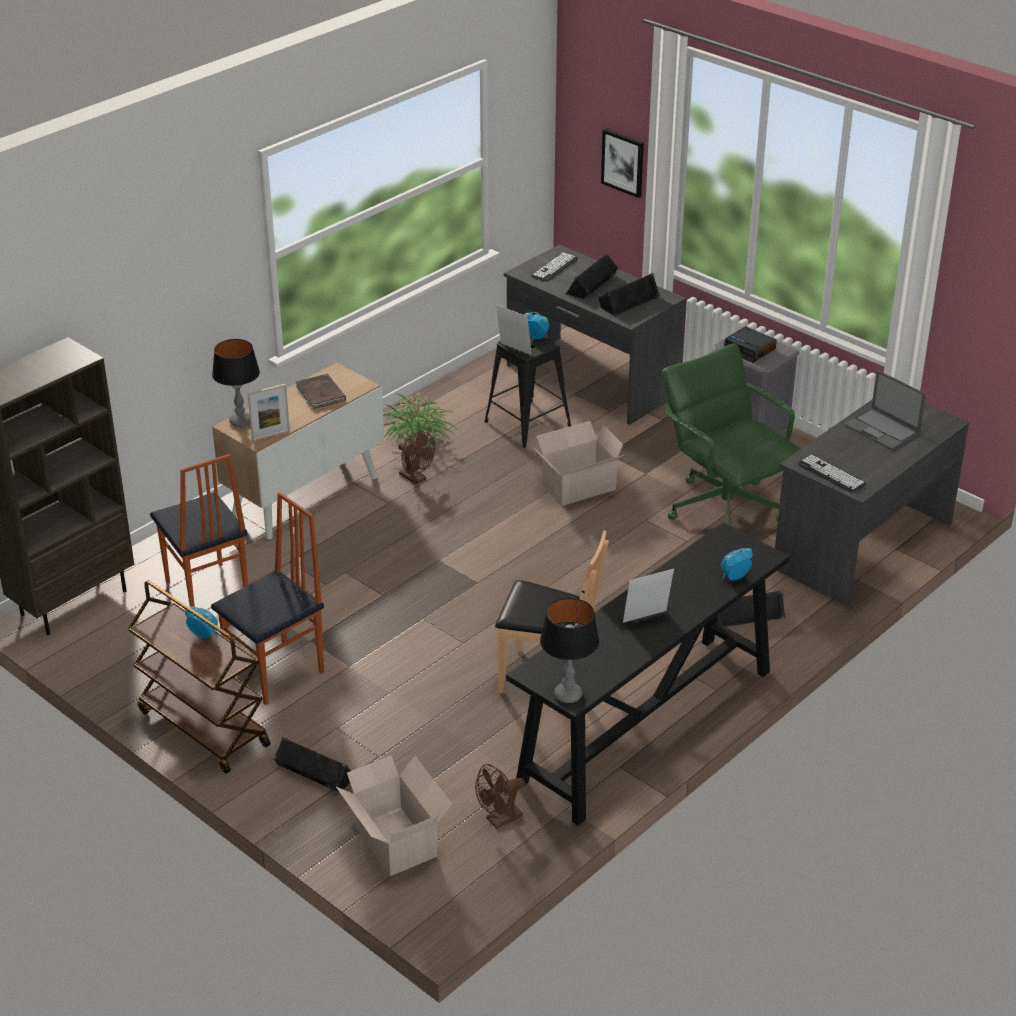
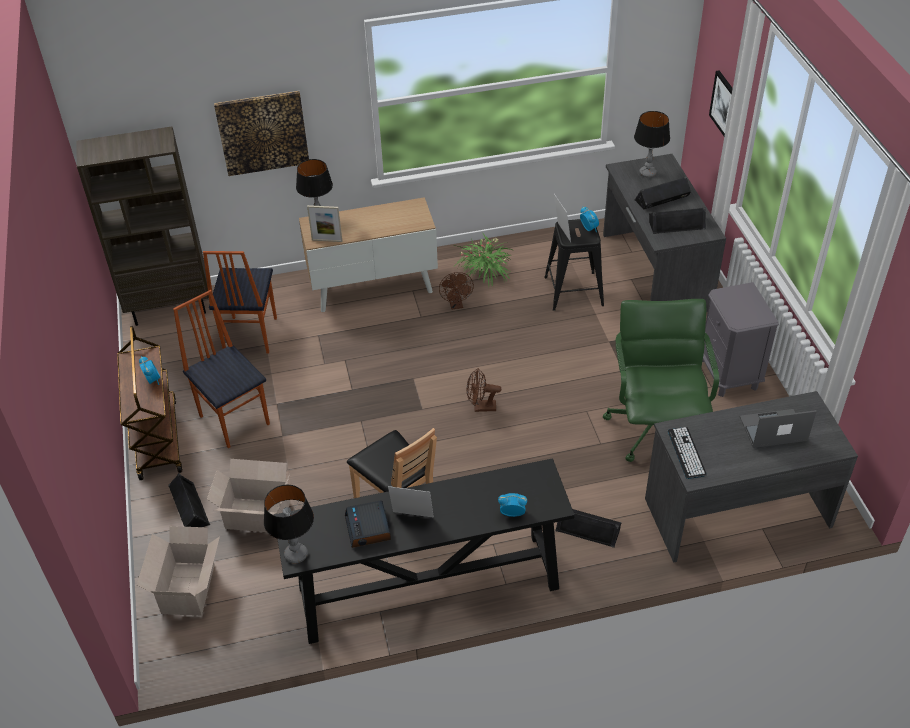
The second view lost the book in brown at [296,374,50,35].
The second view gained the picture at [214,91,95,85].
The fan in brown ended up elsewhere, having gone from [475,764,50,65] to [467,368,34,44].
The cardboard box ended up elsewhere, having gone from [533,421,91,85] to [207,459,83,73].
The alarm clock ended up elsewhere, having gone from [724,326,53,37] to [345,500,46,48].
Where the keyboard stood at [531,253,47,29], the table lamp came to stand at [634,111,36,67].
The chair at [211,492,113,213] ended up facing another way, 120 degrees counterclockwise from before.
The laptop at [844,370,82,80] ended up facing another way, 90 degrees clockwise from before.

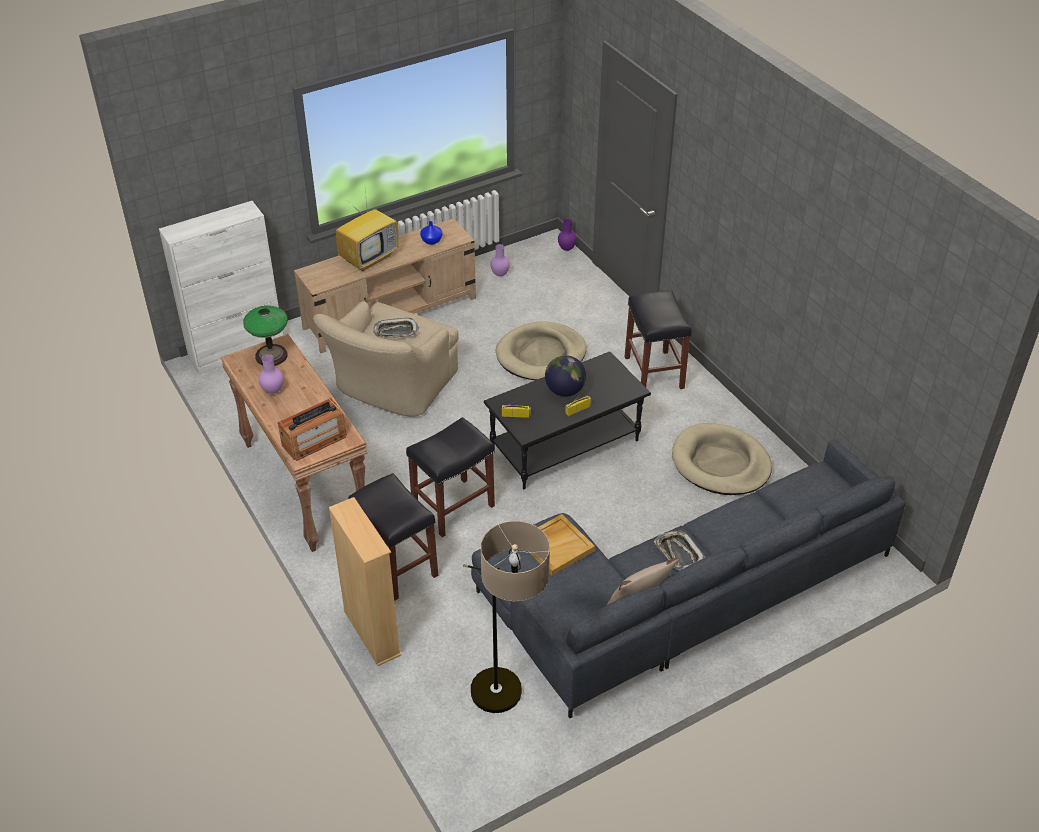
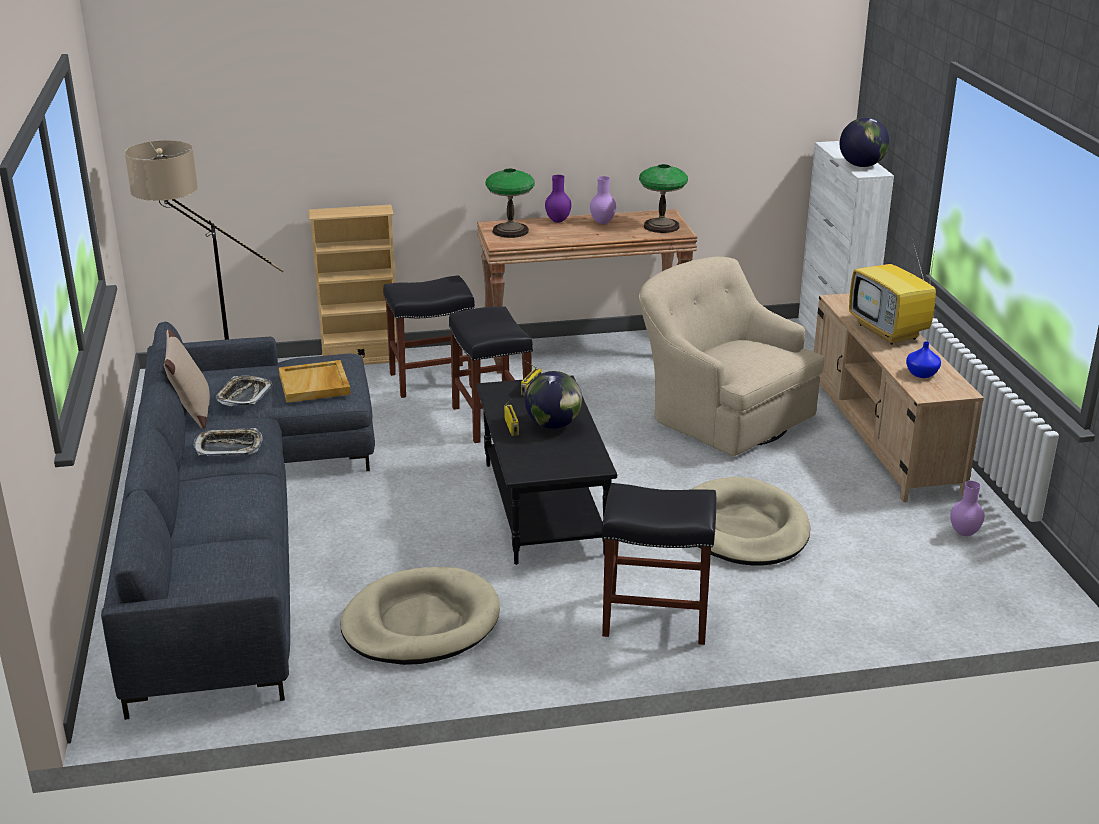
The second view gained the globe at [840,118,49,49].
The tray ended up elsewhere, having gone from [373,318,46,21] to [216,376,57,30].
The vase in purple ended up elsewhere, having gone from [558,219,19,32] to [545,175,26,48].
Where the radio stood at [278,398,69,63], the table lamp came to stand at [485,169,50,69].

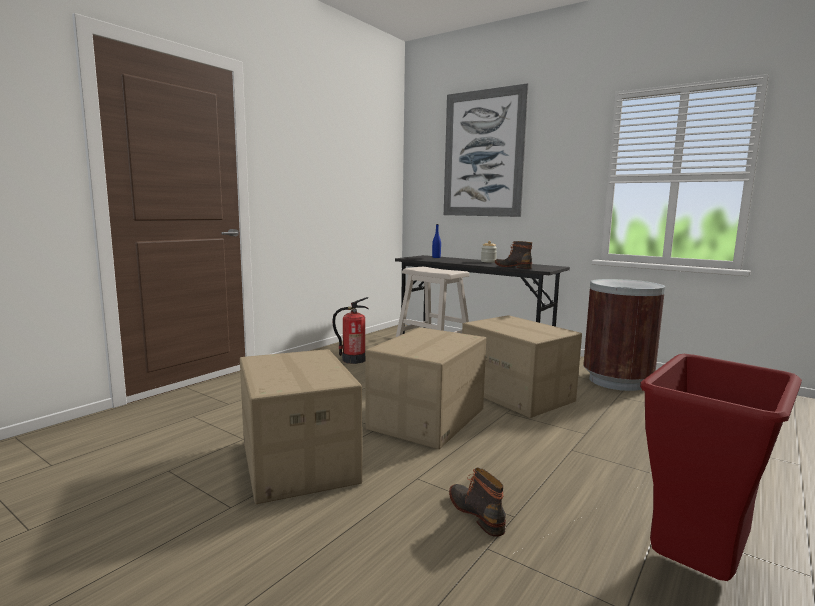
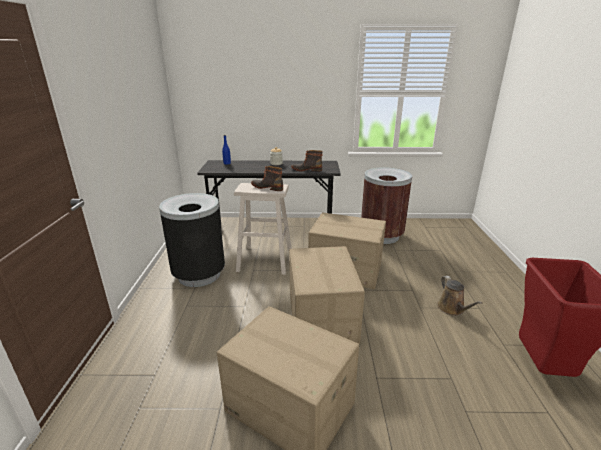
The second view lost the picture at [444,83,85,134].
The second view gained the watering can in brown at [437,276,45,40].
The boot ended up elsewhere, having gone from [449,467,57,70] to [251,166,32,25].
Where the fire extinguisher stood at [332,297,37,67], the trash can in black came to stand at [159,193,66,94].

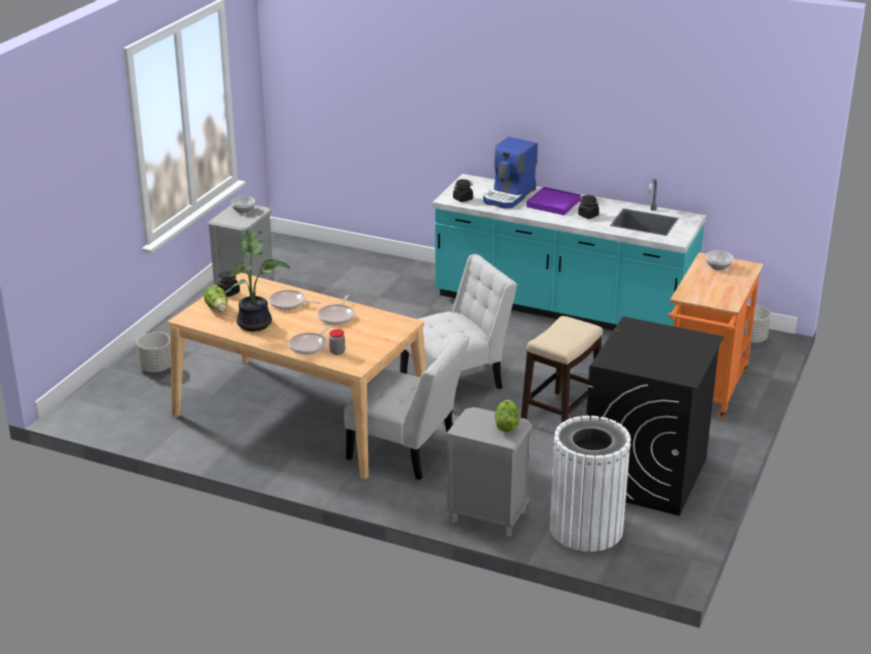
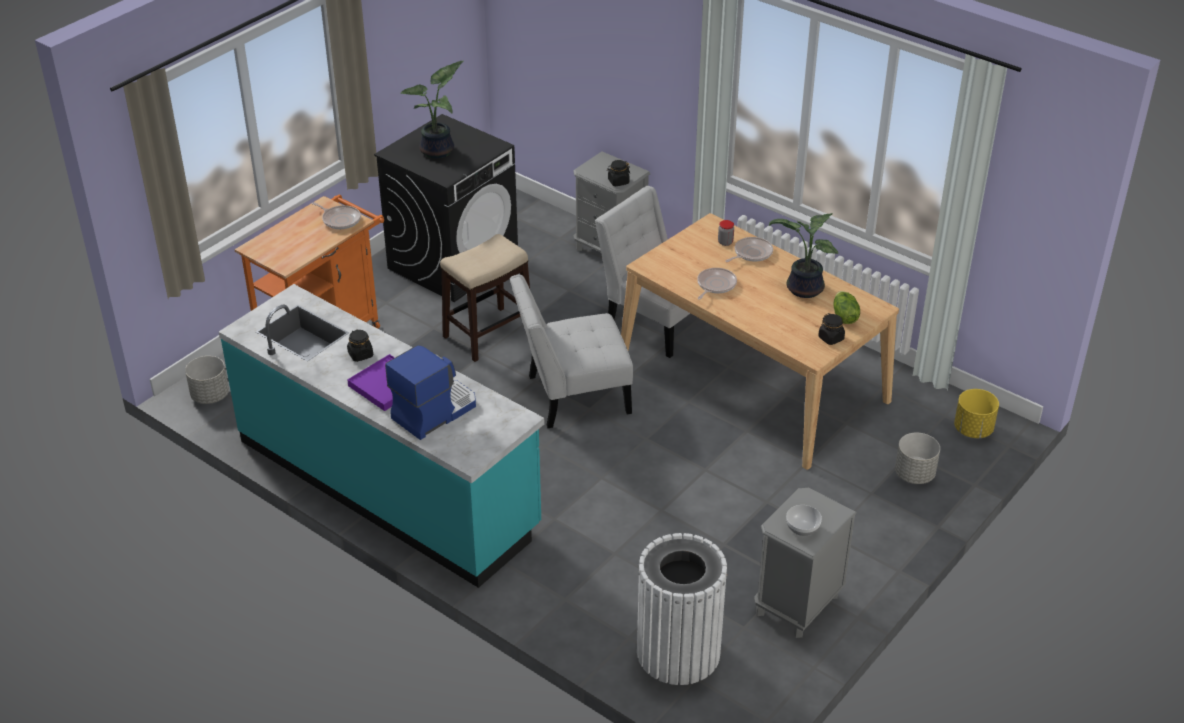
The second view lost the lettuce at [495,400,24,32].
The second view lost the bowl at [706,250,27,20].
The second view gained the potted plant at [400,61,64,97].
The second view gained the planter in yellow at [954,389,45,49].
The frying pan ended up elsewhere, having gone from [269,290,52,20] to [312,202,49,27].
The jar in black ended up elsewhere, having gone from [453,179,20,23] to [607,160,23,26].
The trash can in white ended up elsewhere, having gone from [550,415,81,137] to [637,533,90,152].

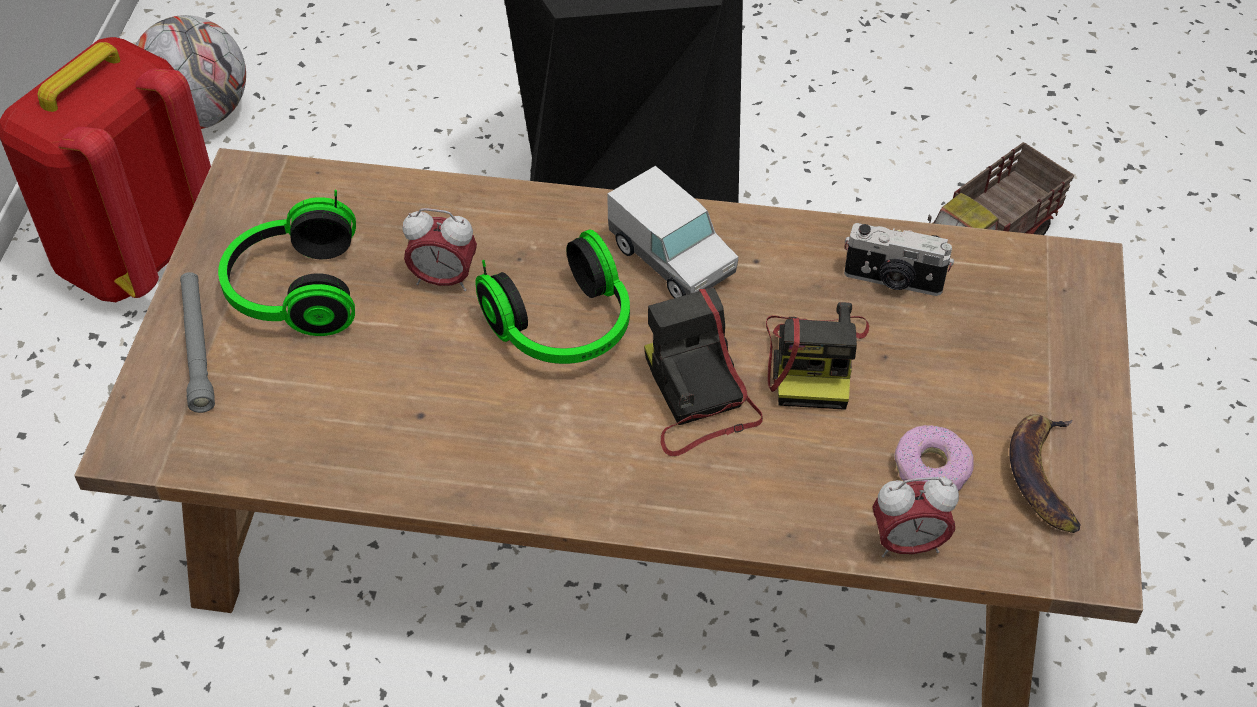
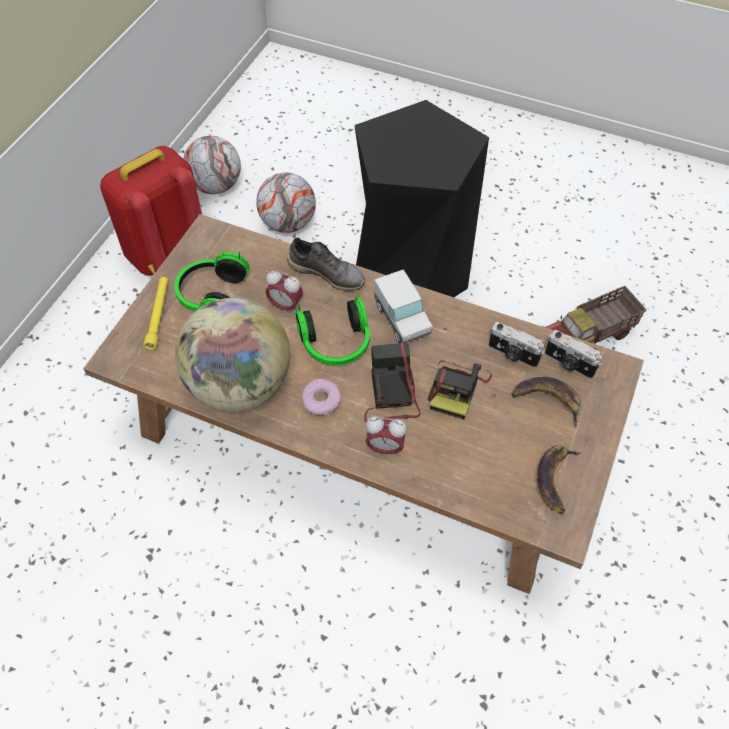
The second view gained the globe at [175,298,115,114].
The second view gained the football at [256,173,60,60].
The second view gained the shoe in grey at [287,238,78,53].
The second view gained the banana at [512,377,69,50].
The second view gained the photo camera at [545,330,57,49].
The alarm clock ended up elsewhere, having gone from [873,477,86,81] to [365,416,42,40].
The donut ended up elsewhere, having gone from [894,425,80,66] to [302,379,39,37].
What was the flashlight in grey at [180,272,35,141] turned into the flashlight in yellow at [143,277,25,73].

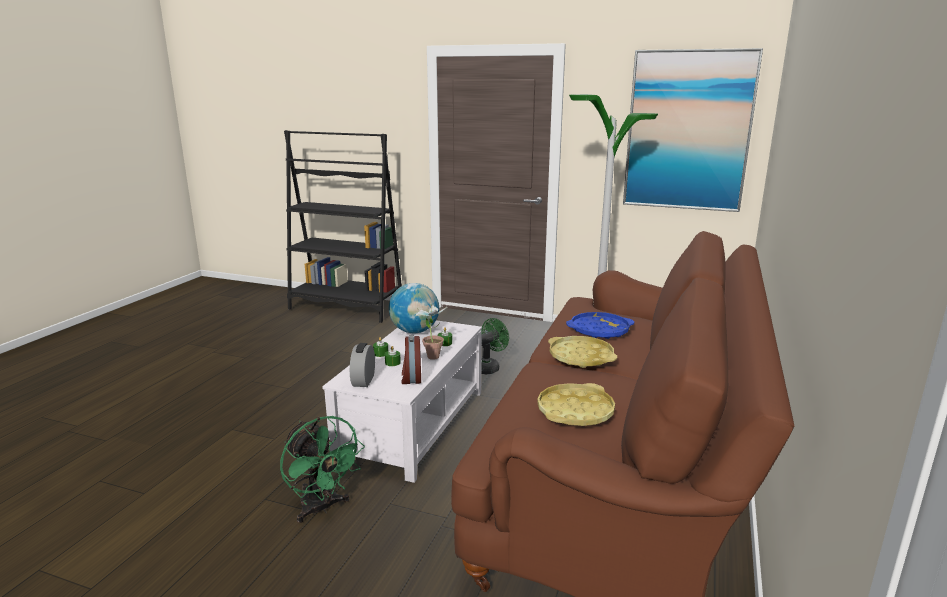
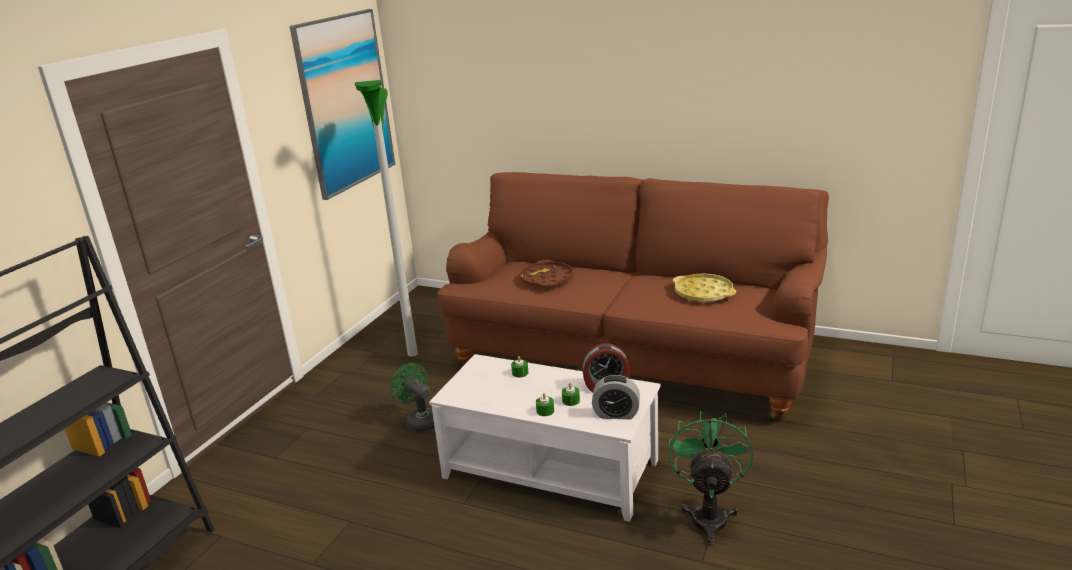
The second view lost the globe at [389,283,50,50].
The second view lost the potted plant at [415,304,33,56].
The second view lost the tray in yellow at [548,336,69,32].
What was the tray in blue at [566,312,68,27] turned into the tray in brown at [520,260,54,27].
The fan in green at [280,416,85,107] ended up facing another way, 45 degrees counterclockwise from before.

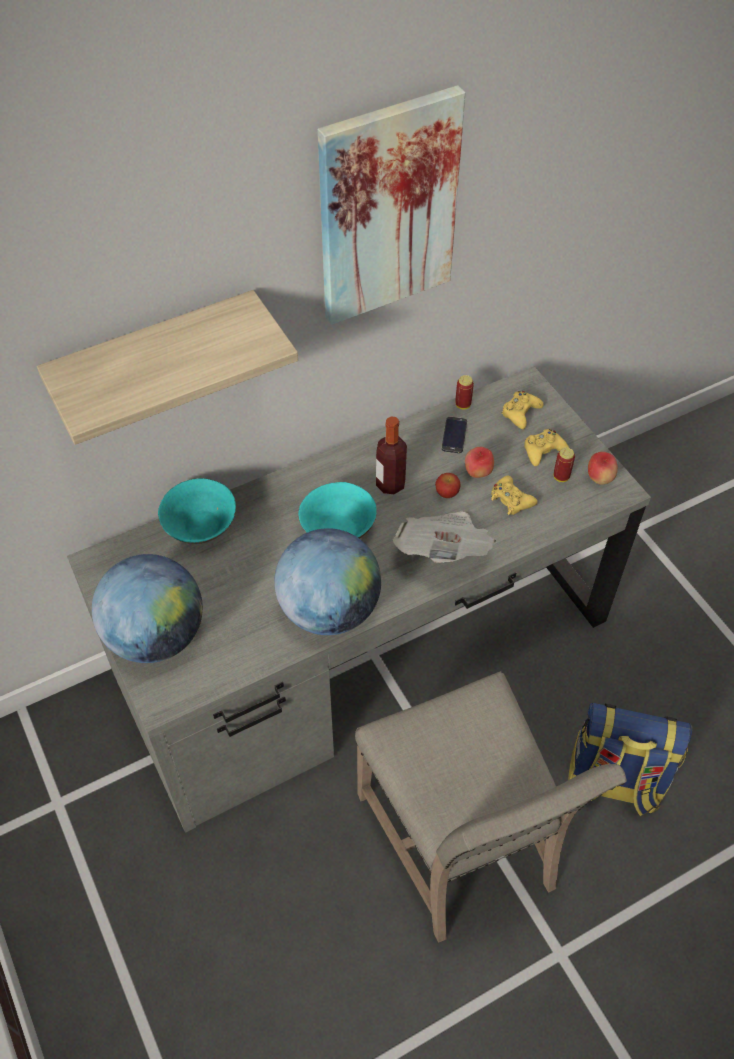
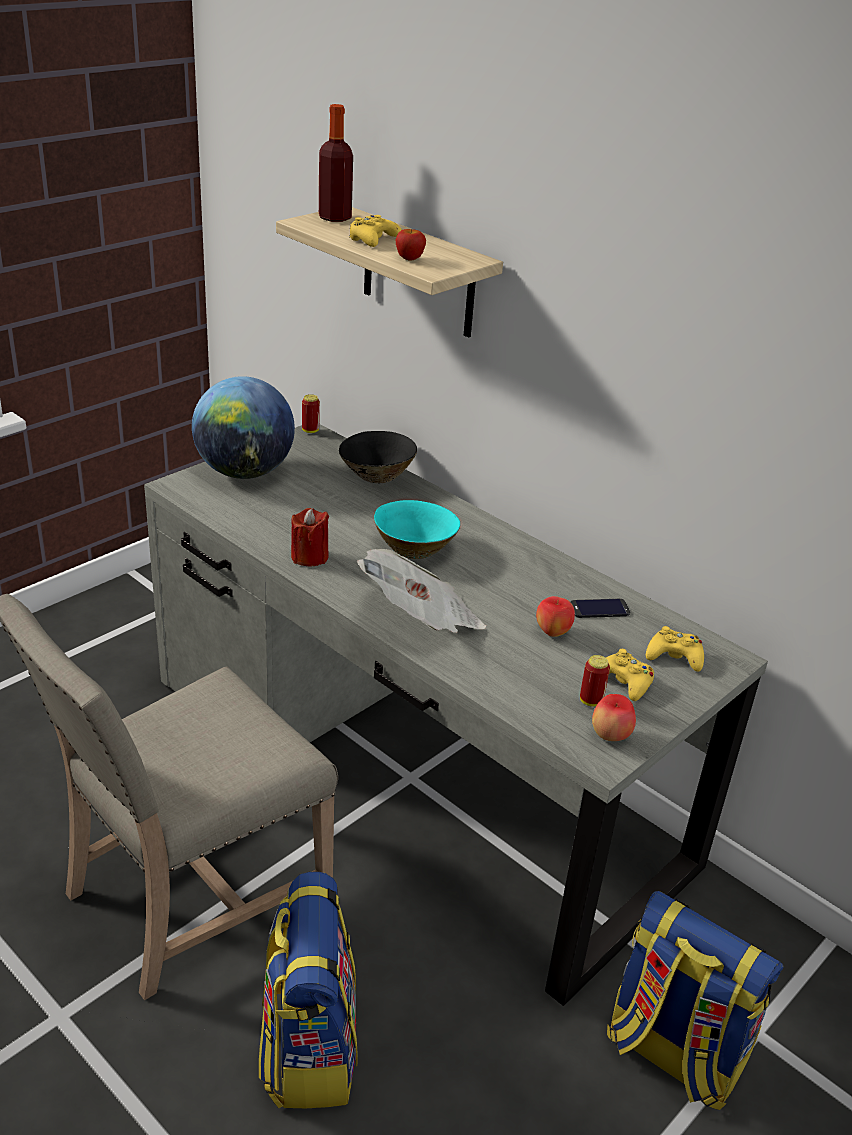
The second view lost the picture at [318,85,148,240].
The second view gained the backpack at [607,891,177,219].
The bottle ended up elsewhere, having gone from [376,417,31,77] to [319,104,34,118].
The apple ended up elsewhere, having gone from [435,473,26,25] to [396,229,30,32].
The can ended up elsewhere, having gone from [455,375,19,34] to [302,394,18,39].
The game controller in yellow ended up elsewhere, having gone from [491,475,47,40] to [349,215,53,32].
Where the globe stood at [274,528,107,107], the candle in red came to stand at [291,508,38,59].
What was the bowl in turquoise at [158,478,78,66] turned into the bowl in black at [339,431,78,52].

